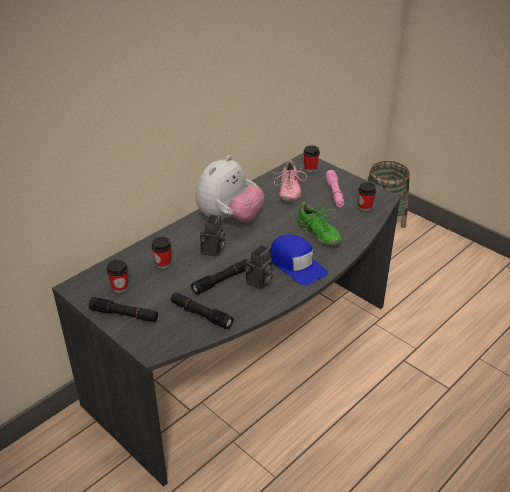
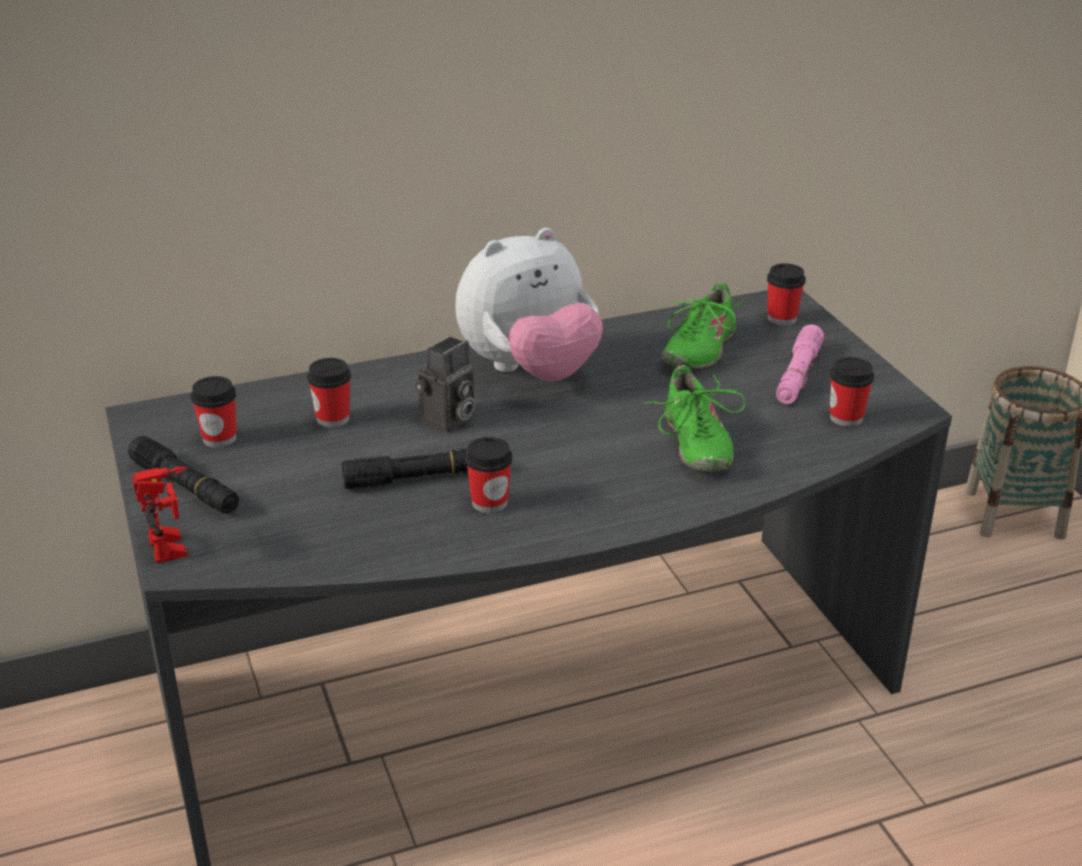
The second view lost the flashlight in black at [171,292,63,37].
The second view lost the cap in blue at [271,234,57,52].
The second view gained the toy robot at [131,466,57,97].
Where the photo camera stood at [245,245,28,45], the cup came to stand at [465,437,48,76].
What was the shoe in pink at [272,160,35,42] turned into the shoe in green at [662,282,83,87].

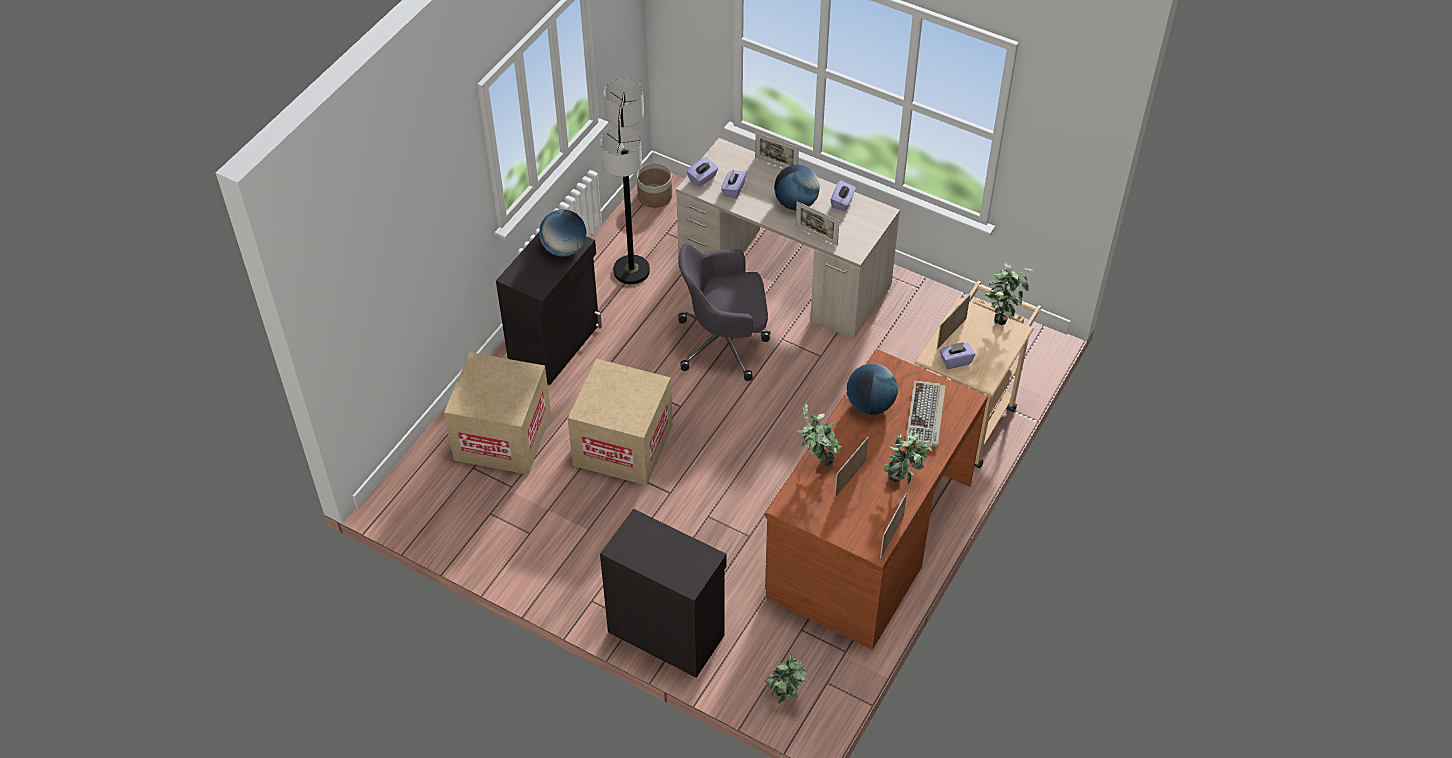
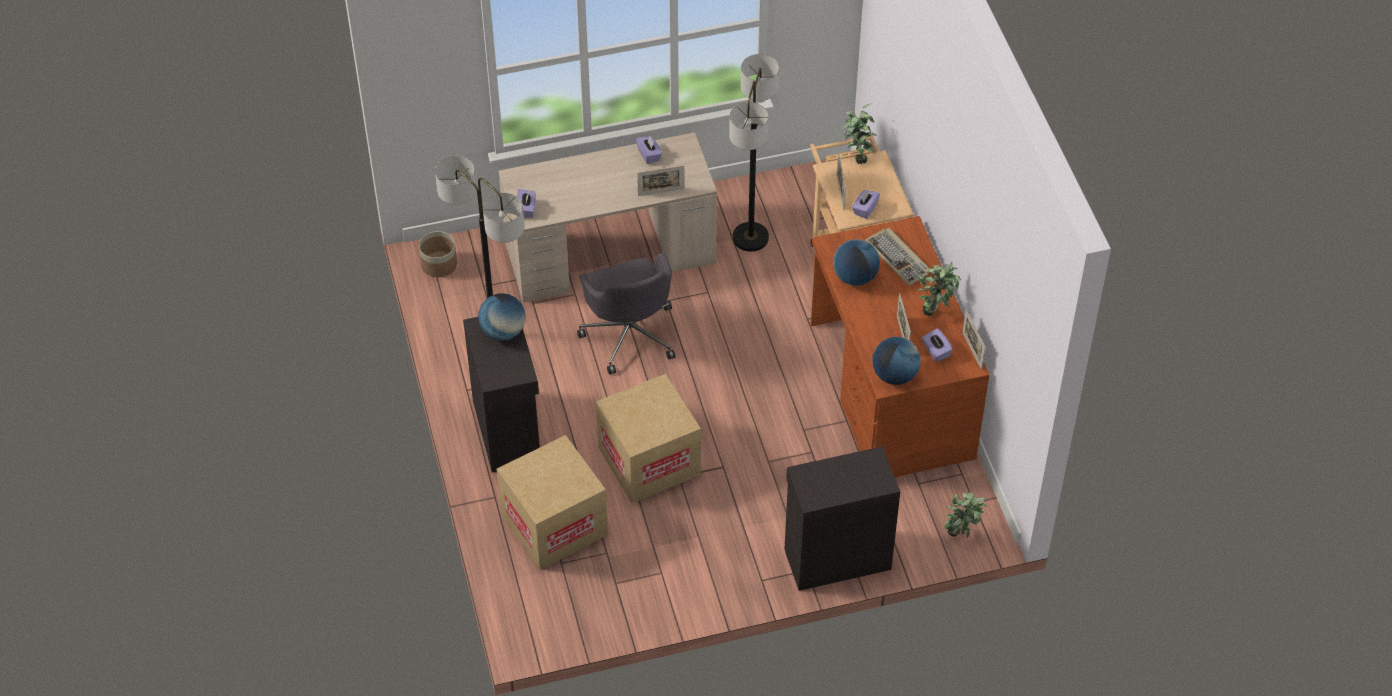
The second view lost the picture frame at [755,133,44,35].
The second view lost the potted plant at [797,404,45,62].
The second view gained the floor lamp at [729,54,50,198].
The tissue box in purple ended up elsewhere, having gone from [721,169,25,30] to [922,328,31,34].
The globe ended up elsewhere, having gone from [774,165,46,45] to [873,337,48,48].
The office chair in grey at [678,243,92,138] ended up facing another way, 60 degrees counterclockwise from before.

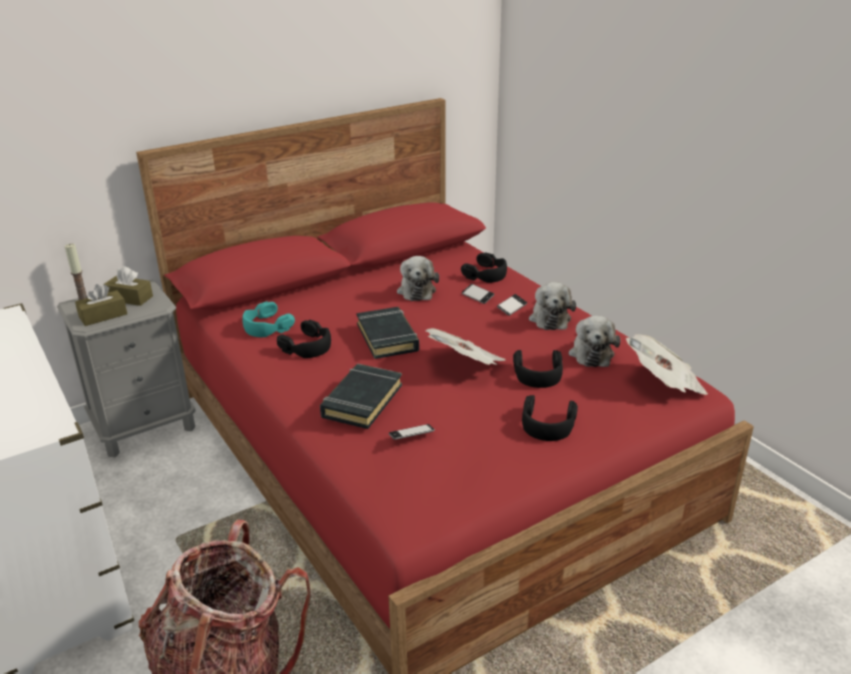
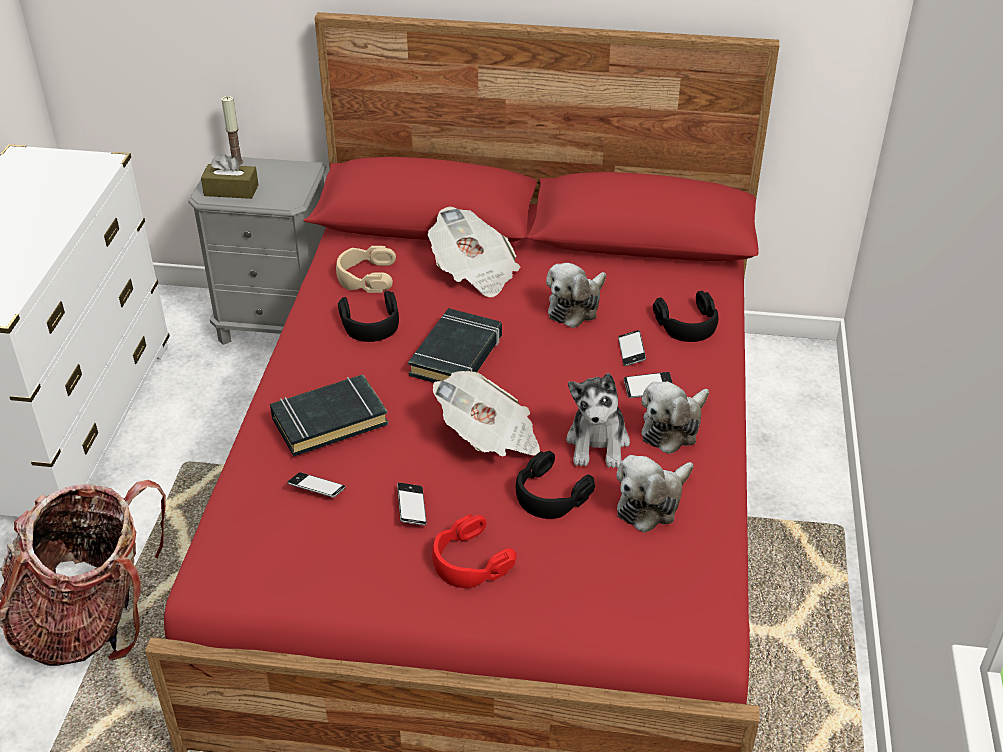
The second view lost the tissue box in brown at [103,266,50,40].
The second view gained the phone at [397,482,30,43].
The second view gained the plush toy at [566,373,64,95].
The newspaper ended up elsewhere, having gone from [626,334,82,61] to [428,206,92,91].
What was the headphones in turquoise at [242,301,53,36] turned into the headphones in beige at [336,246,60,47].
What was the headphones in black at [522,395,56,46] turned into the headphones in red at [432,514,85,74].

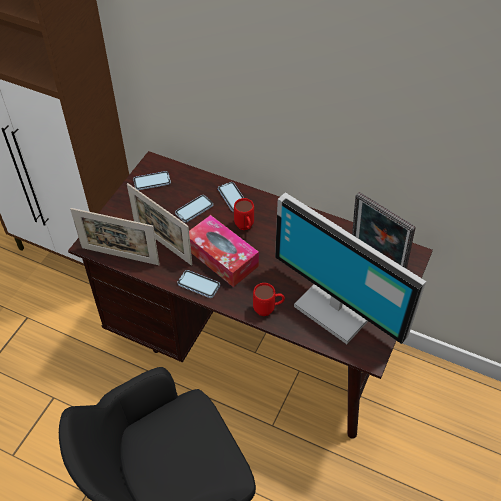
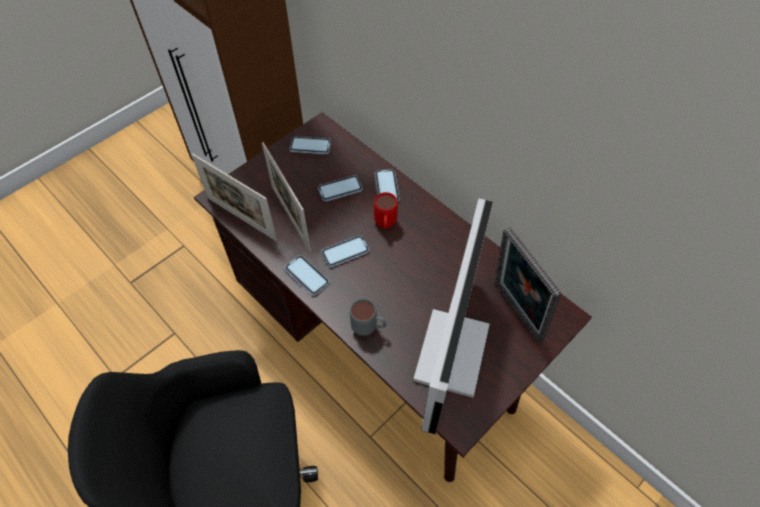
Where the tissue box stood at [189,215,70,72], the phone came to stand at [321,235,48,32].
What was the mug in red at [253,283,32,33] turned into the mug in grey at [350,299,37,37].
The monitor at [275,192,151,152] ended up facing another way, 135 degrees counterclockwise from before.

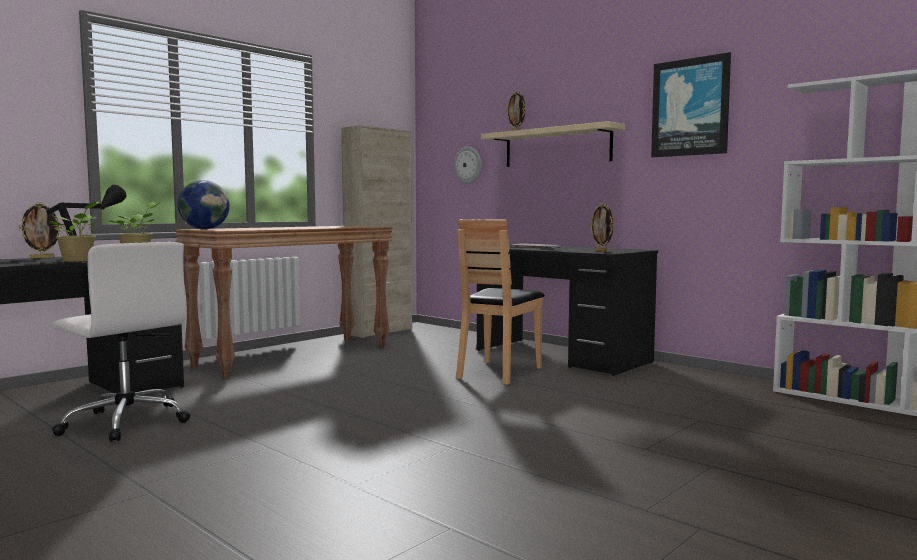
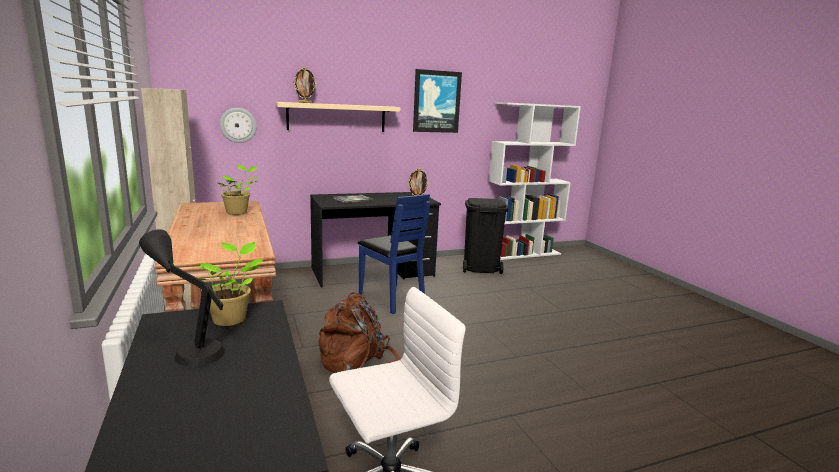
The second view lost the picture frame at [19,202,43,57].
The second view lost the globe at [177,180,53,49].
The second view gained the backpack in brown at [318,292,83,81].
The second view gained the trash can in black at [463,198,46,76].
The potted plant ended up elsewhere, having gone from [51,202,48,60] to [218,165,41,50].
What was the chair in brown at [456,219,89,166] turned into the chair in blue at [358,194,73,120].

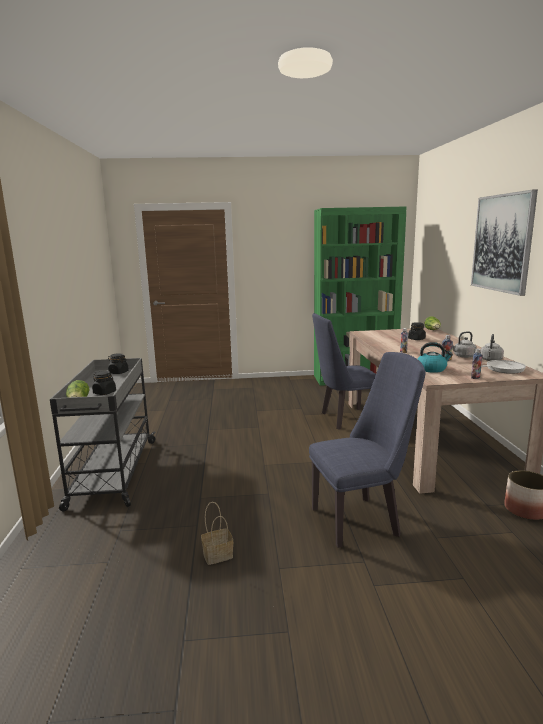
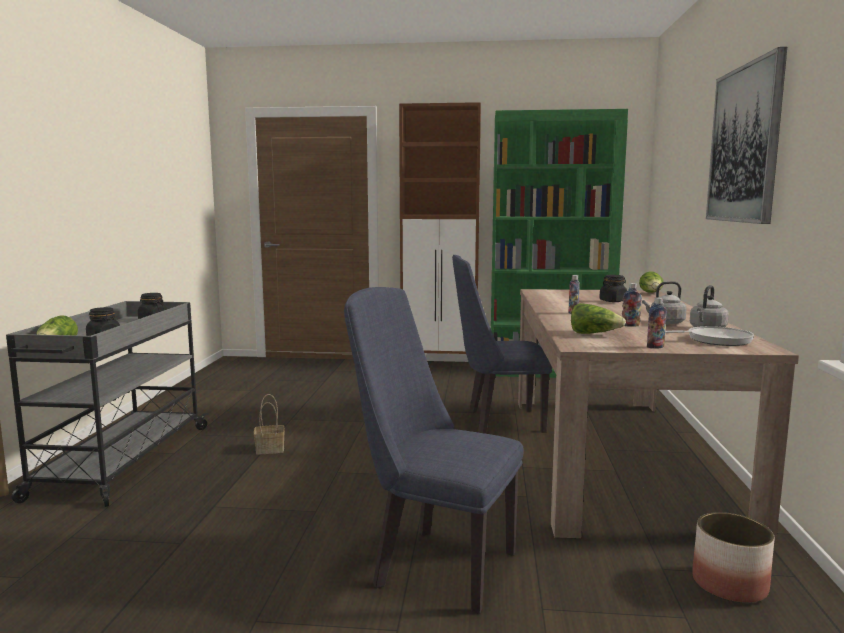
The second view gained the cabinet in brown at [399,102,82,269].
The basket ended up elsewhere, having gone from [201,502,32,63] to [254,394,31,61].
Where the kettle stood at [418,342,35,31], the lettuce came to stand at [571,303,55,31].
The chair in blue at [309,352,116,196] ended up facing another way, 150 degrees counterclockwise from before.

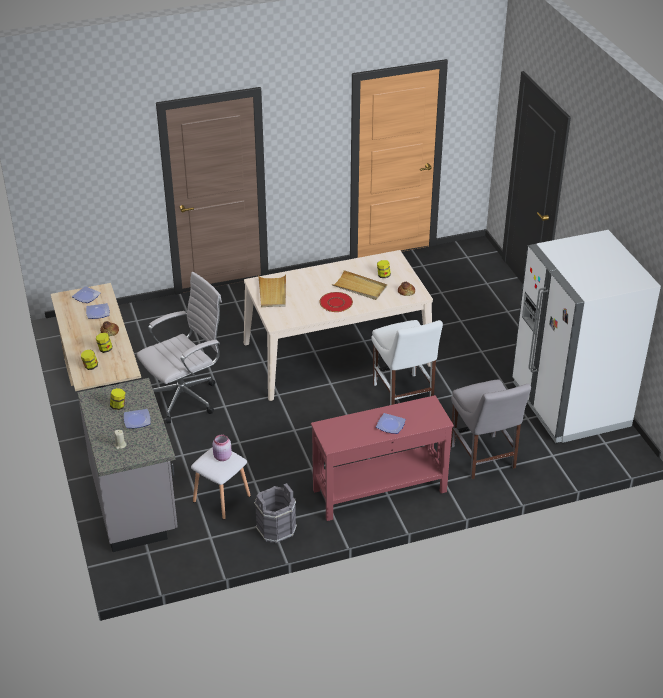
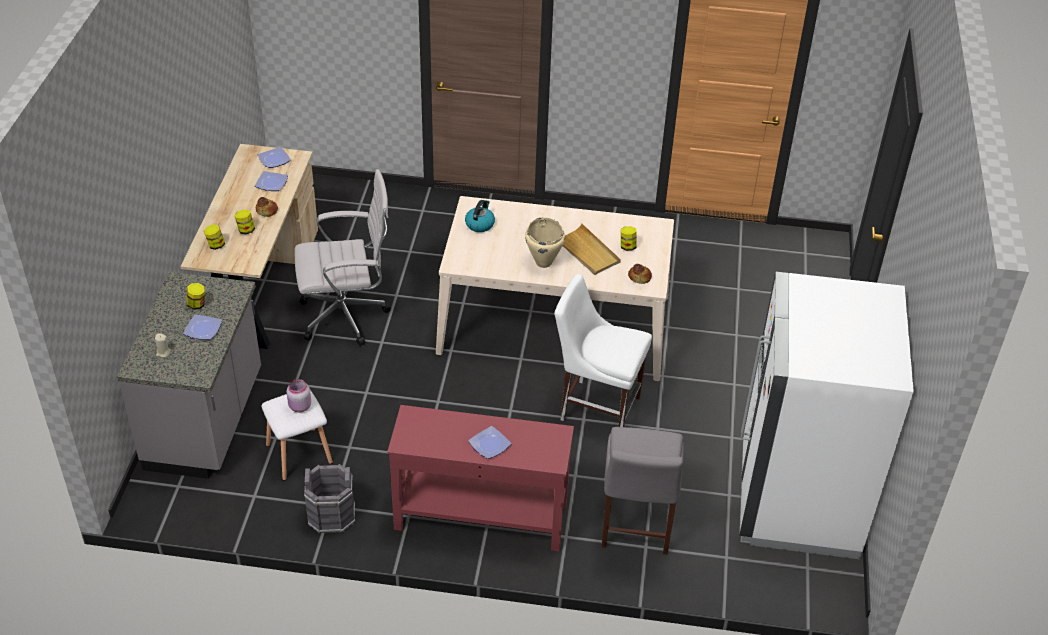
Where the tray in beige stood at [258,275,28,32], the kettle came to stand at [465,200,30,32].
Where the plate in red stood at [319,292,34,20], the cooking pot in beige came to stand at [525,217,40,51].
The chair in white at [371,320,72,85] ended up facing another way, 105 degrees clockwise from before.

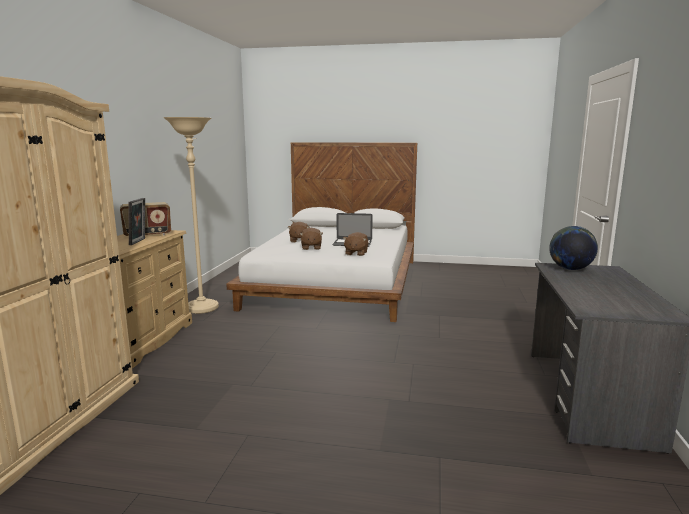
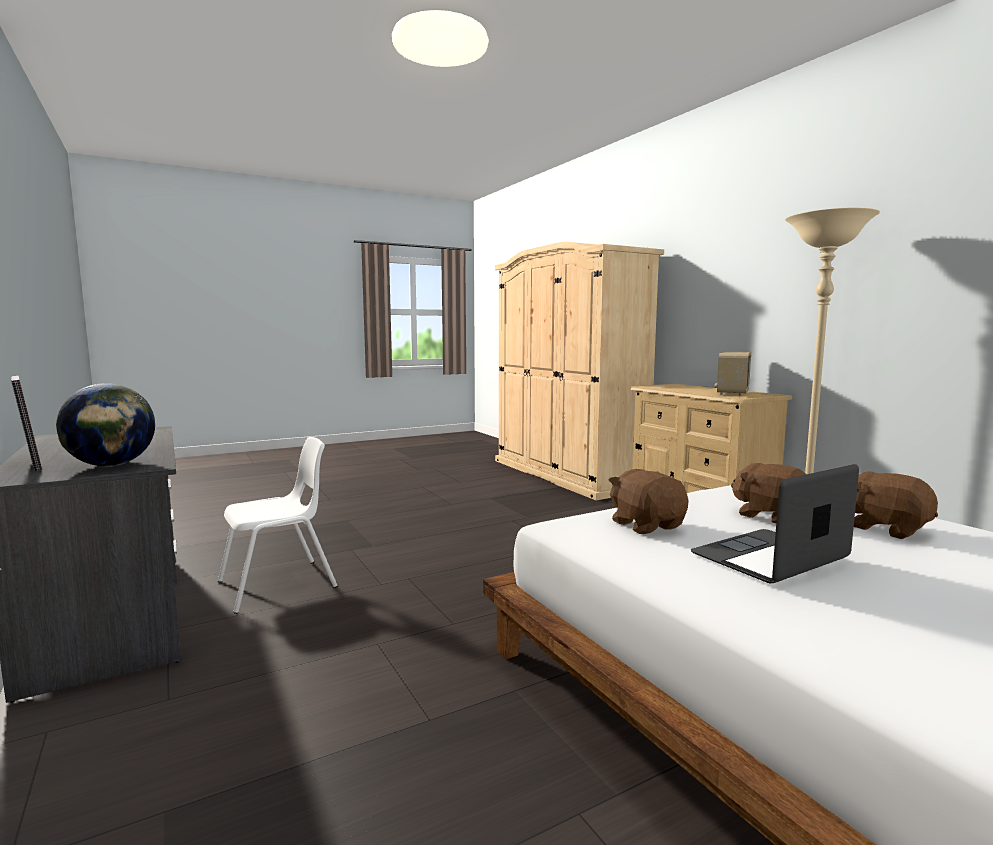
The second view gained the chair in white at [218,437,120,177].
The picture frame ended up elsewhere, having gone from [128,198,17,47] to [11,376,31,95].

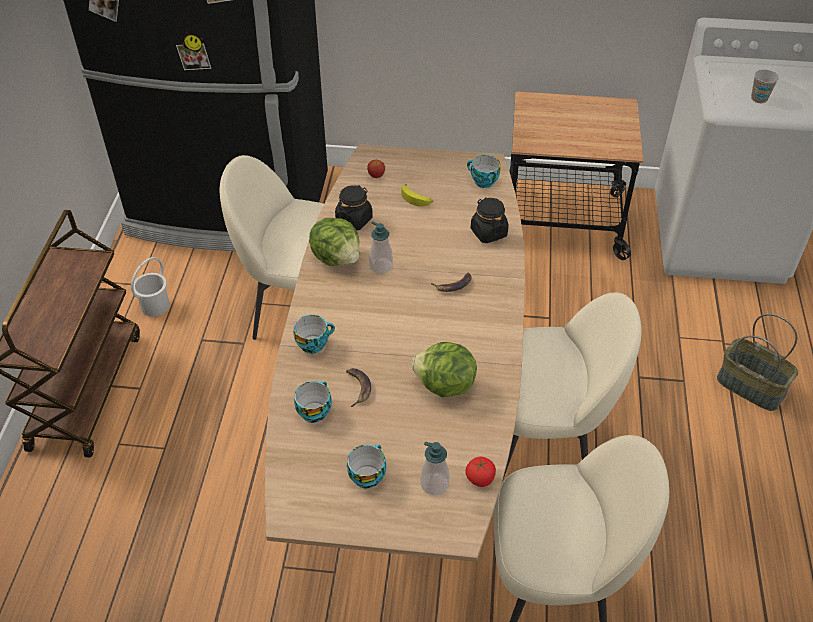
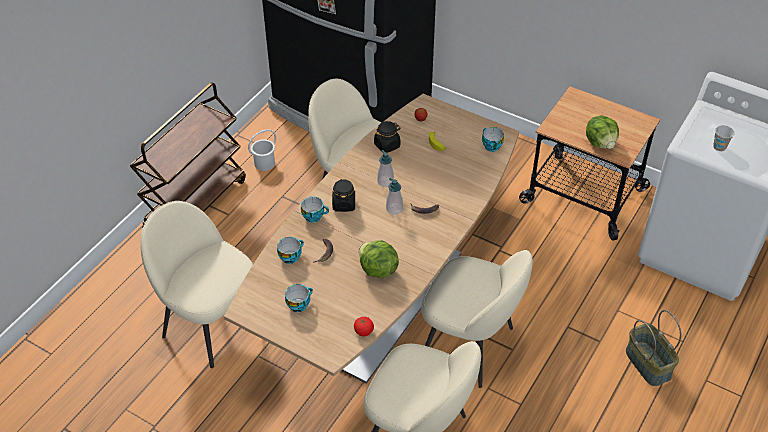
The second view gained the chair in beige at [140,201,113,167].
The lettuce ended up elsewhere, having gone from [309,218,51,48] to [586,115,33,34].
The soap dispenser ended up elsewhere, having gone from [420,442,29,53] to [386,178,17,37].
The jar in black ended up elsewhere, having gone from [471,197,37,46] to [332,180,23,32].

